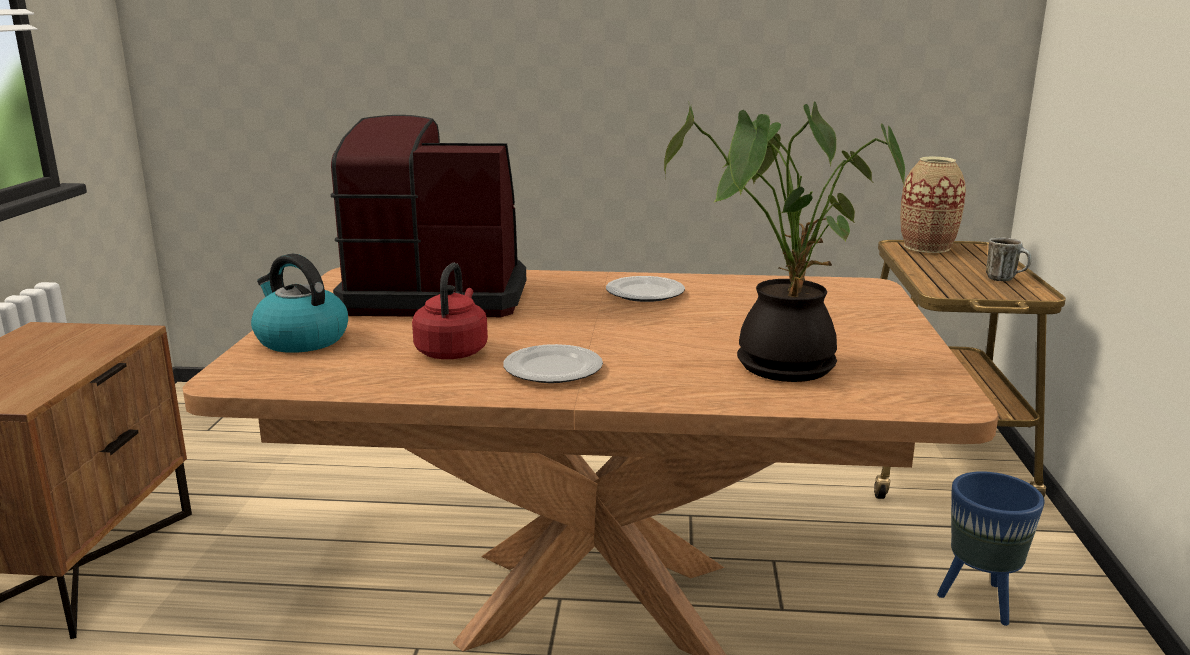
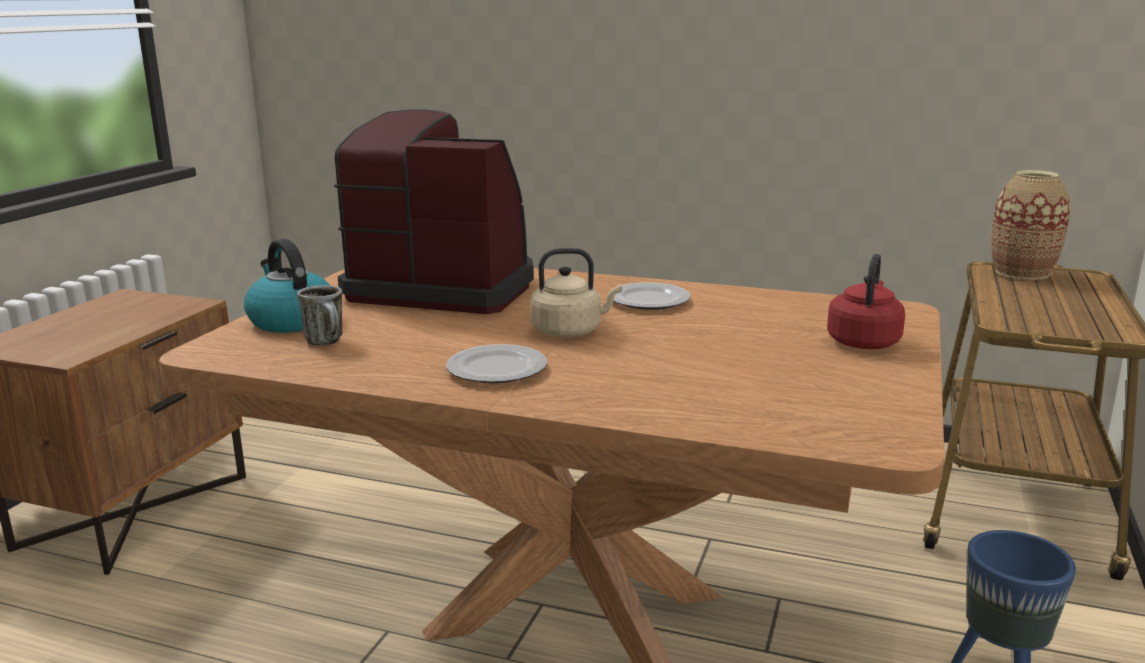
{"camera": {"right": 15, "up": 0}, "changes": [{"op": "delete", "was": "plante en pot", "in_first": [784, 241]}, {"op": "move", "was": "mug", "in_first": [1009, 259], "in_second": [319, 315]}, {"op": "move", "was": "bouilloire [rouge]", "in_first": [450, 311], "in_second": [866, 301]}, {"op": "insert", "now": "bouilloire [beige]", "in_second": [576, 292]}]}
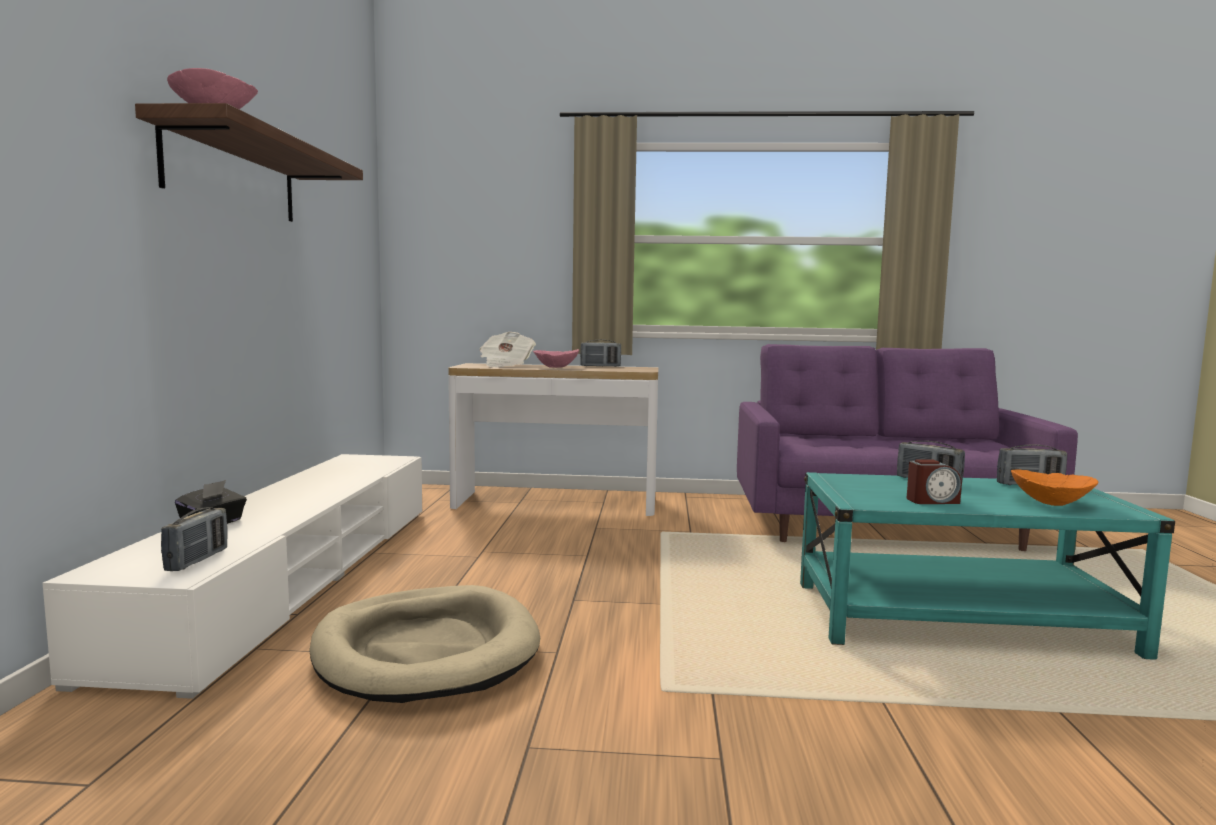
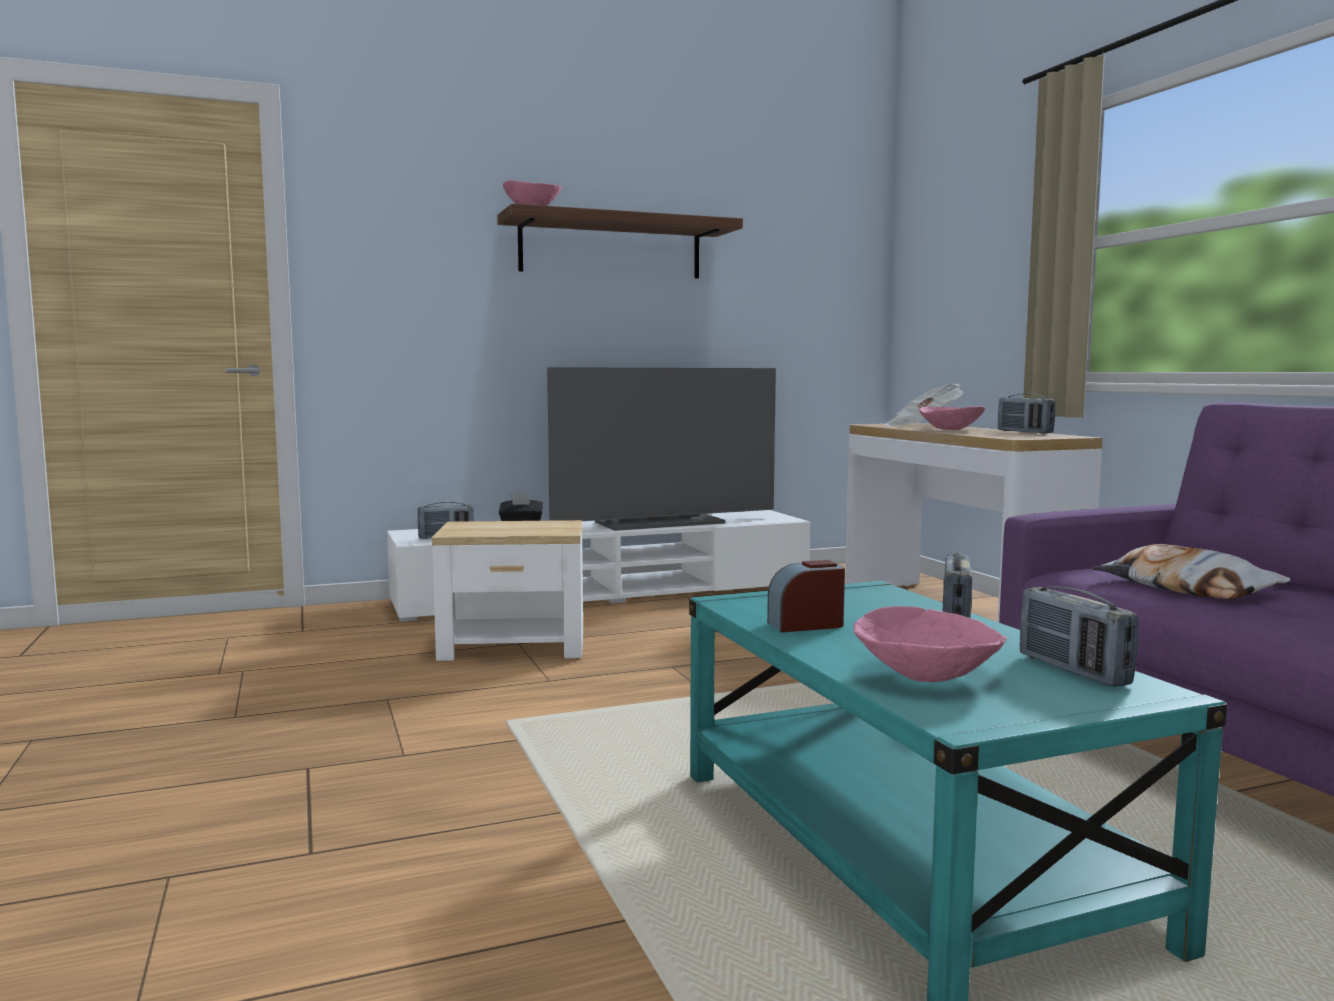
{"camera": {"right": 65, "up": 0}, "changes": [{"op": "rotate", "was": "réveil", "in_first": [934, 481], "in_second": [806, 596], "clockwise": 105}, {"op": "recolor", "was": "bol [orange]", "now": "bol [rose]", "in_first": [1054, 487], "in_second": [930, 644]}, {"op": "replace", "was": "panier pour chien [beige]", "now": "table d'appoint", "in_first": [424, 644], "in_second": [507, 590]}, {"op": "insert", "now": "téléviseur", "in_second": [661, 449]}, {"op": "insert", "now": "coussin", "in_second": [1191, 571]}]}
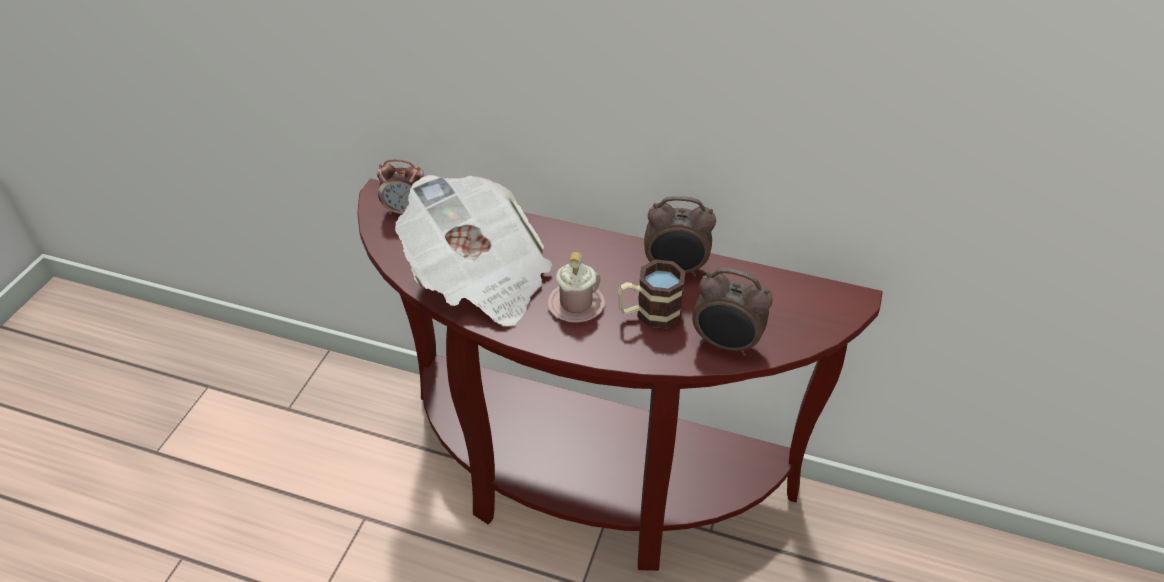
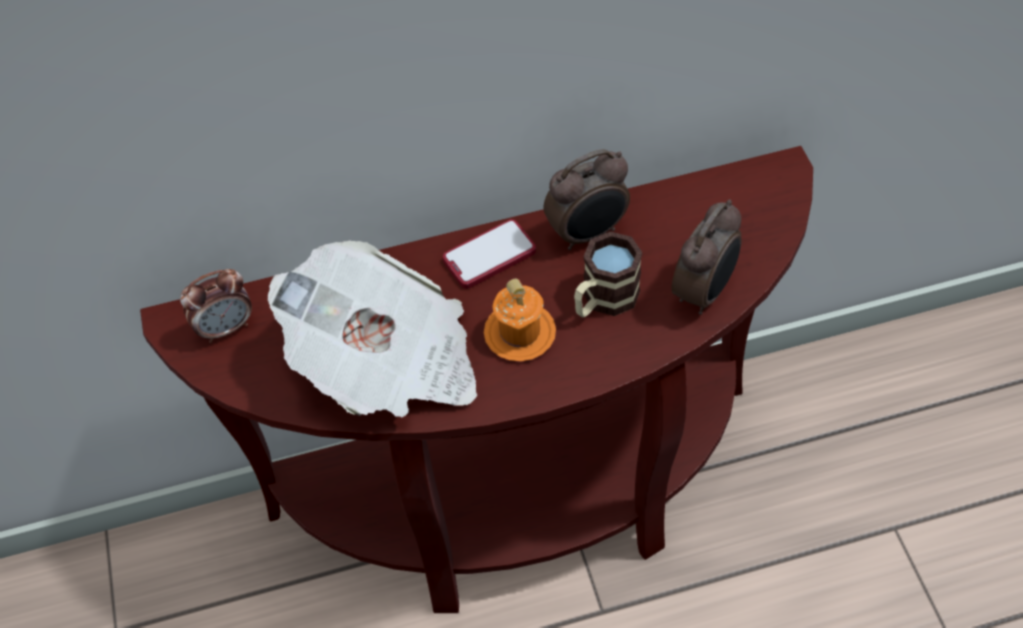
{"camera": {"right": -30, "up": 10}, "changes": [{"op": "recolor", "was": "mug [rose]", "now": "mug [orange]", "in_first": [576, 287], "in_second": [520, 320]}, {"op": "rotate", "was": "réveil", "in_first": [732, 312], "in_second": [707, 257], "clockwise": -45}, {"op": "insert", "now": "téléphone", "in_second": [489, 254]}]}
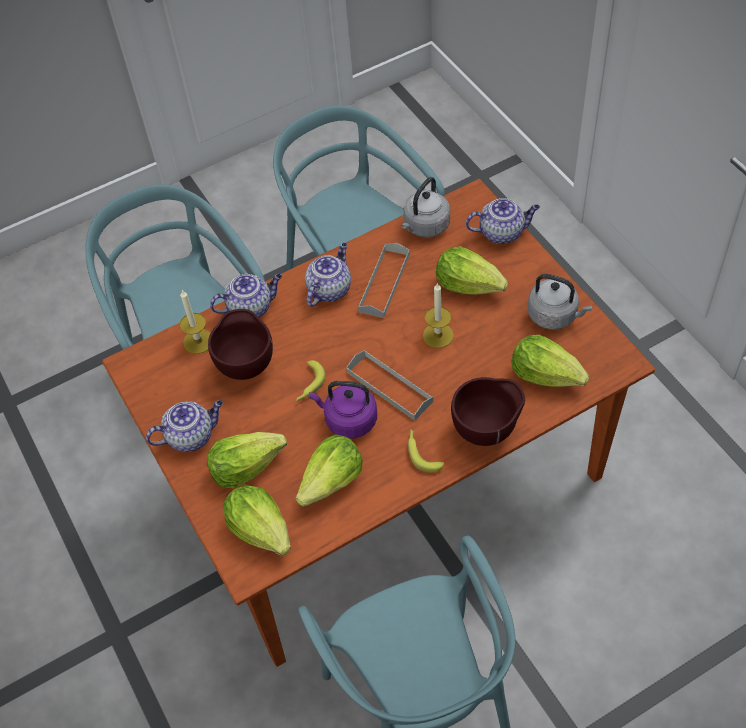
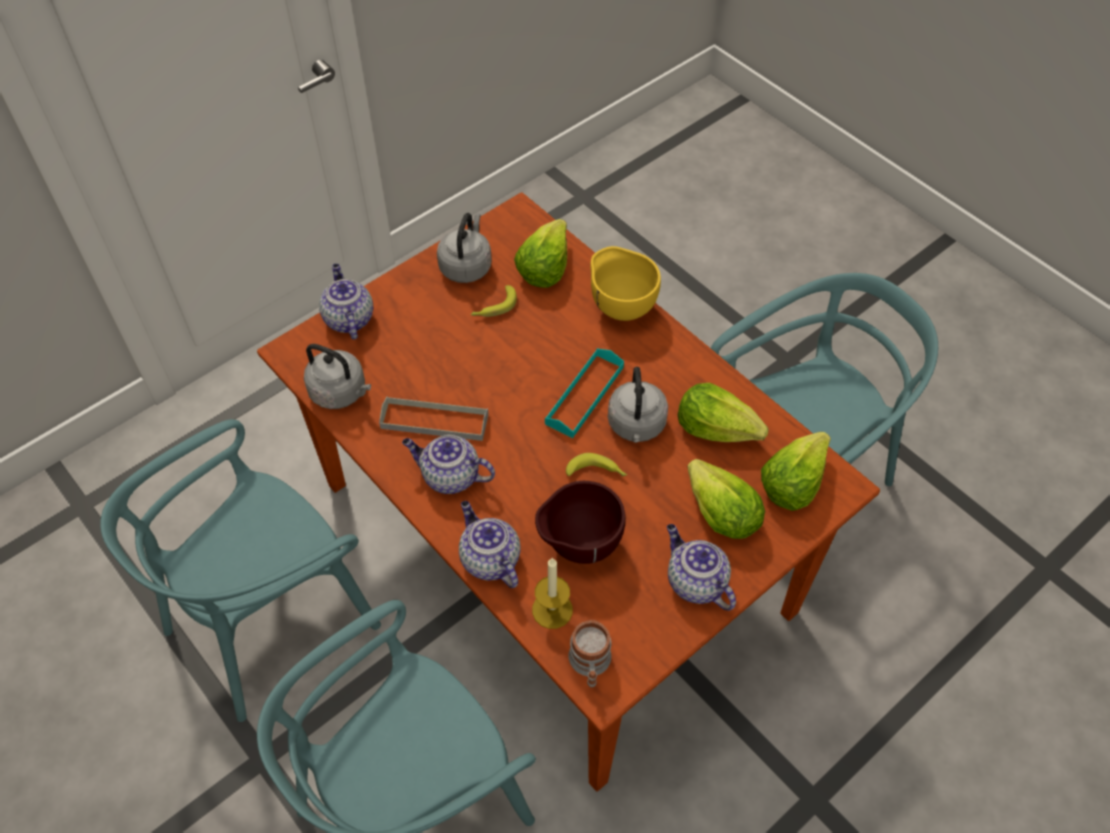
{"camera": {"right": -105, "up": 0}, "changes": [{"op": "delete", "was": "laitue", "in_first": [472, 270]}, {"op": "delete", "was": "bougie", "in_first": [438, 315]}, {"op": "recolor", "was": "plateau [gris]", "now": "plateau [turquoise]", "in_first": [389, 385], "in_second": [584, 393]}, {"op": "recolor", "was": "bol [marron]", "now": "bol [jaune]", "in_first": [488, 411], "in_second": [625, 283]}, {"op": "recolor", "was": "bouilloire [violet]", "now": "bouilloire [gris]", "in_first": [343, 409], "in_second": [638, 405]}, {"op": "move", "was": "banane", "in_first": [426, 451], "in_second": [494, 301]}, {"op": "insert", "now": "mug", "in_second": [589, 653]}]}
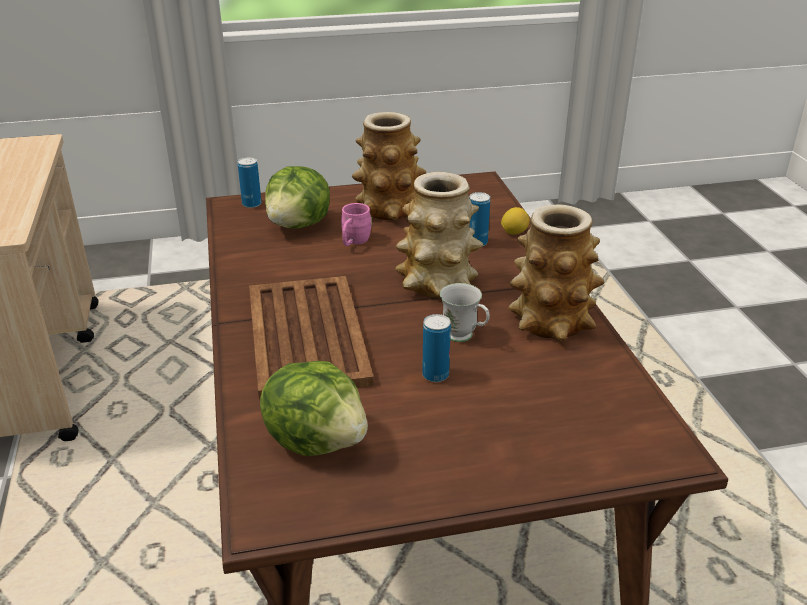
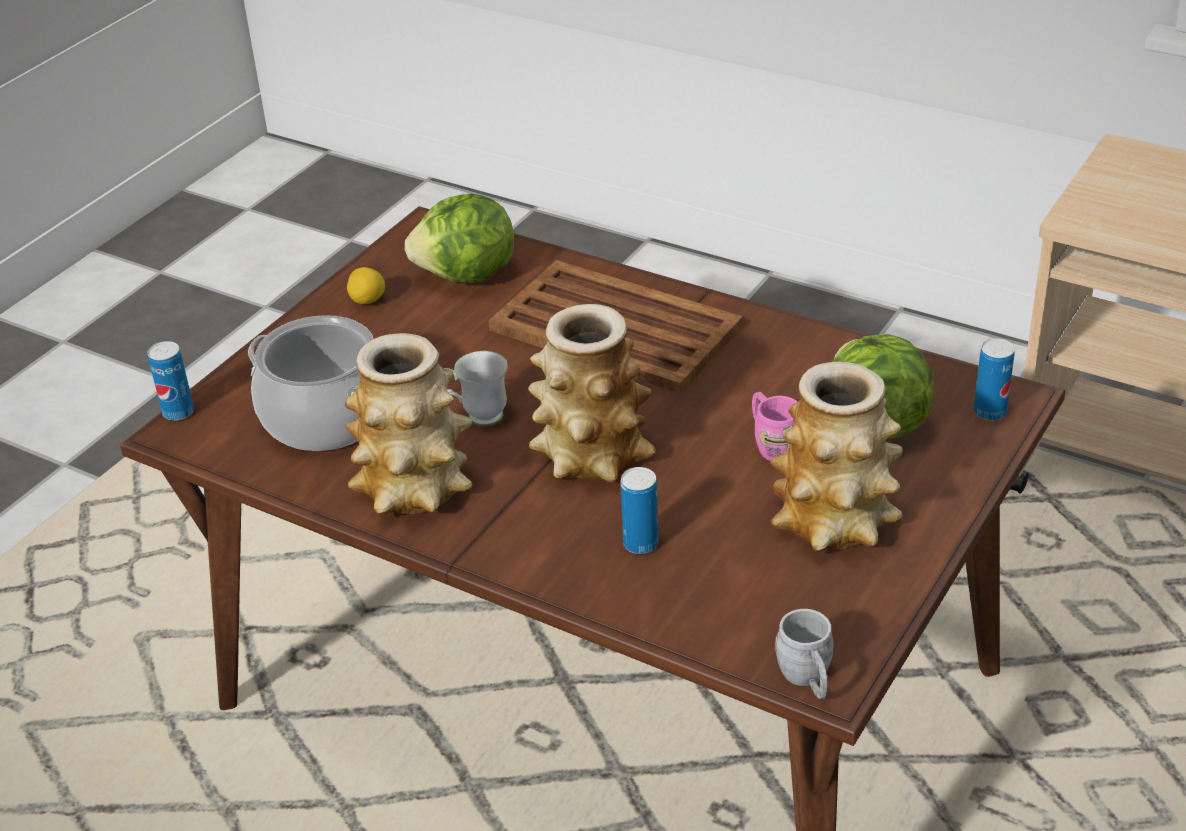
{"camera": {"right": 135, "up": 5}, "changes": [{"op": "move", "was": "citron", "in_first": [515, 221], "in_second": [366, 285]}, {"op": "move", "was": "boîte métallique", "in_first": [436, 348], "in_second": [171, 381]}, {"op": "insert", "now": "marmite", "in_second": [310, 383]}, {"op": "insert", "now": "mug [gris]", "in_second": [804, 654]}]}
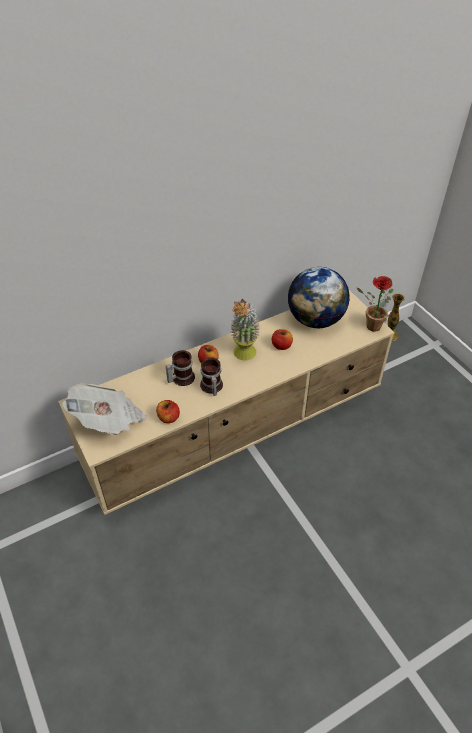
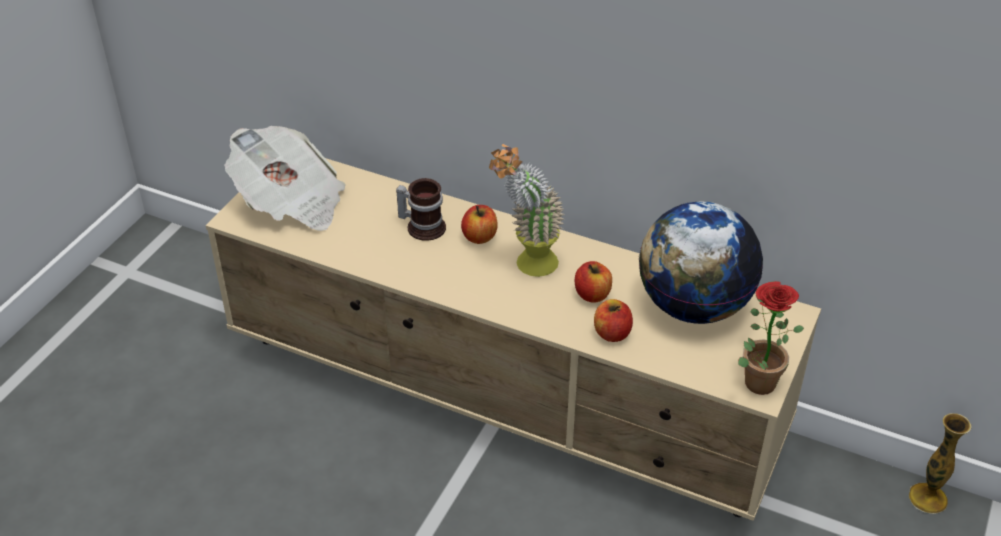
{"camera": {"right": 55, "up": -5}, "changes": [{"op": "delete", "was": "mug", "in_first": [211, 376]}, {"op": "move", "was": "pomme", "in_first": [168, 411], "in_second": [613, 320]}]}
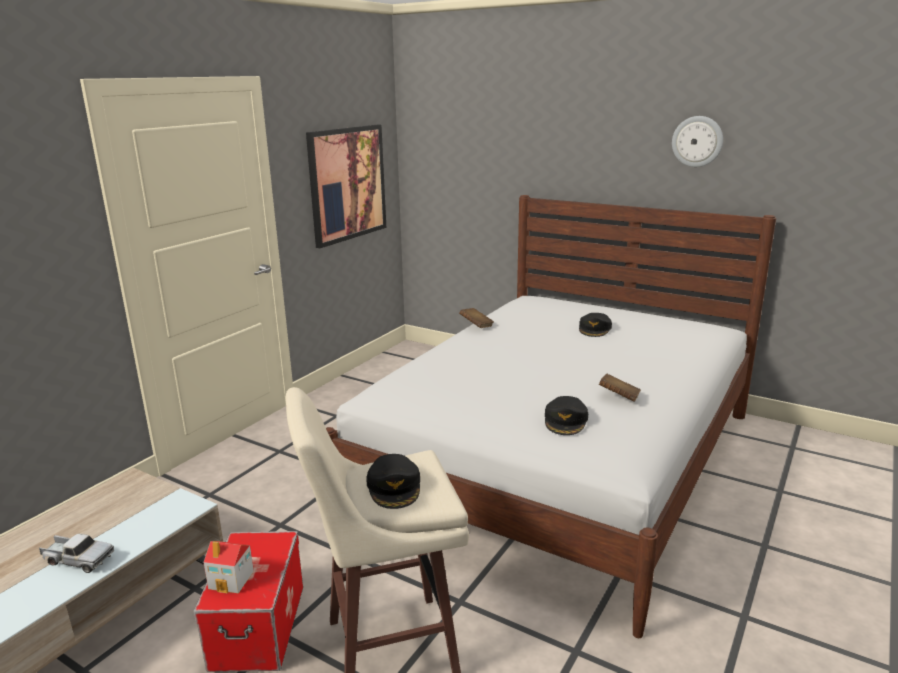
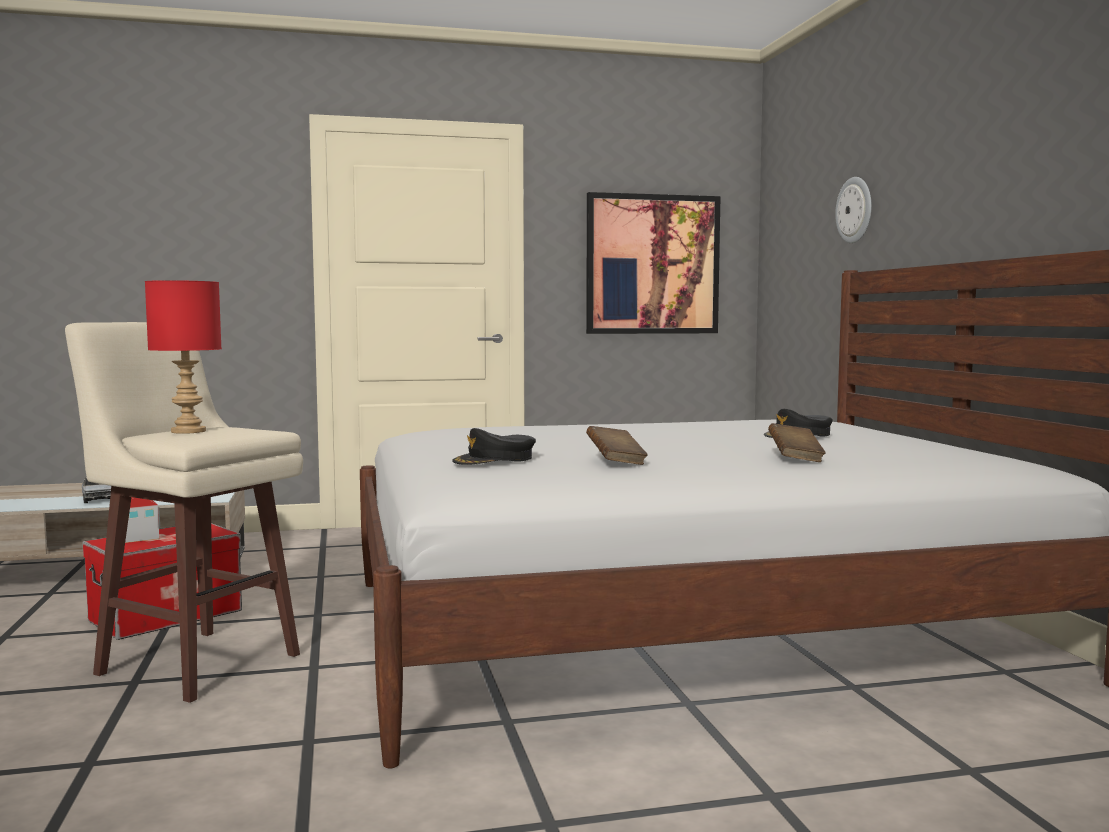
{"camera": {"right": 45, "up": -15}, "changes": [{"op": "move", "was": "horloge murale", "in_first": [697, 141], "in_second": [853, 210]}, {"op": "move", "was": "livre [marron]", "in_first": [476, 318], "in_second": [796, 442]}, {"op": "replace", "was": "casquette [noir]", "now": "lampe de table [rouge]", "in_first": [393, 481], "in_second": [183, 357]}]}
